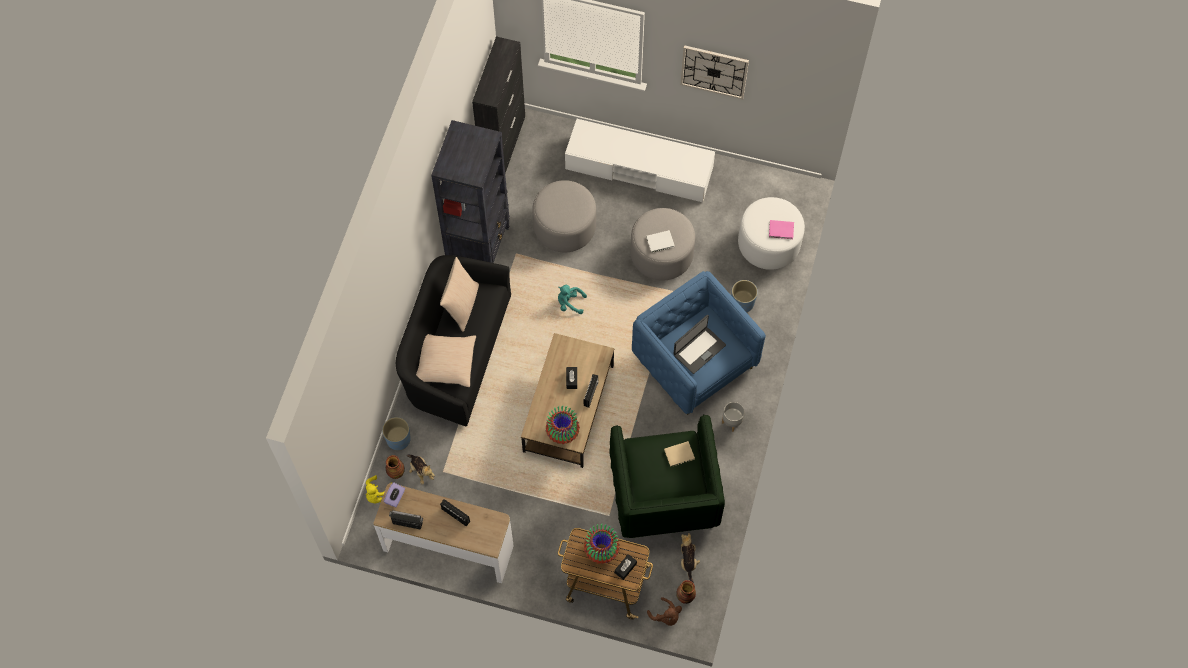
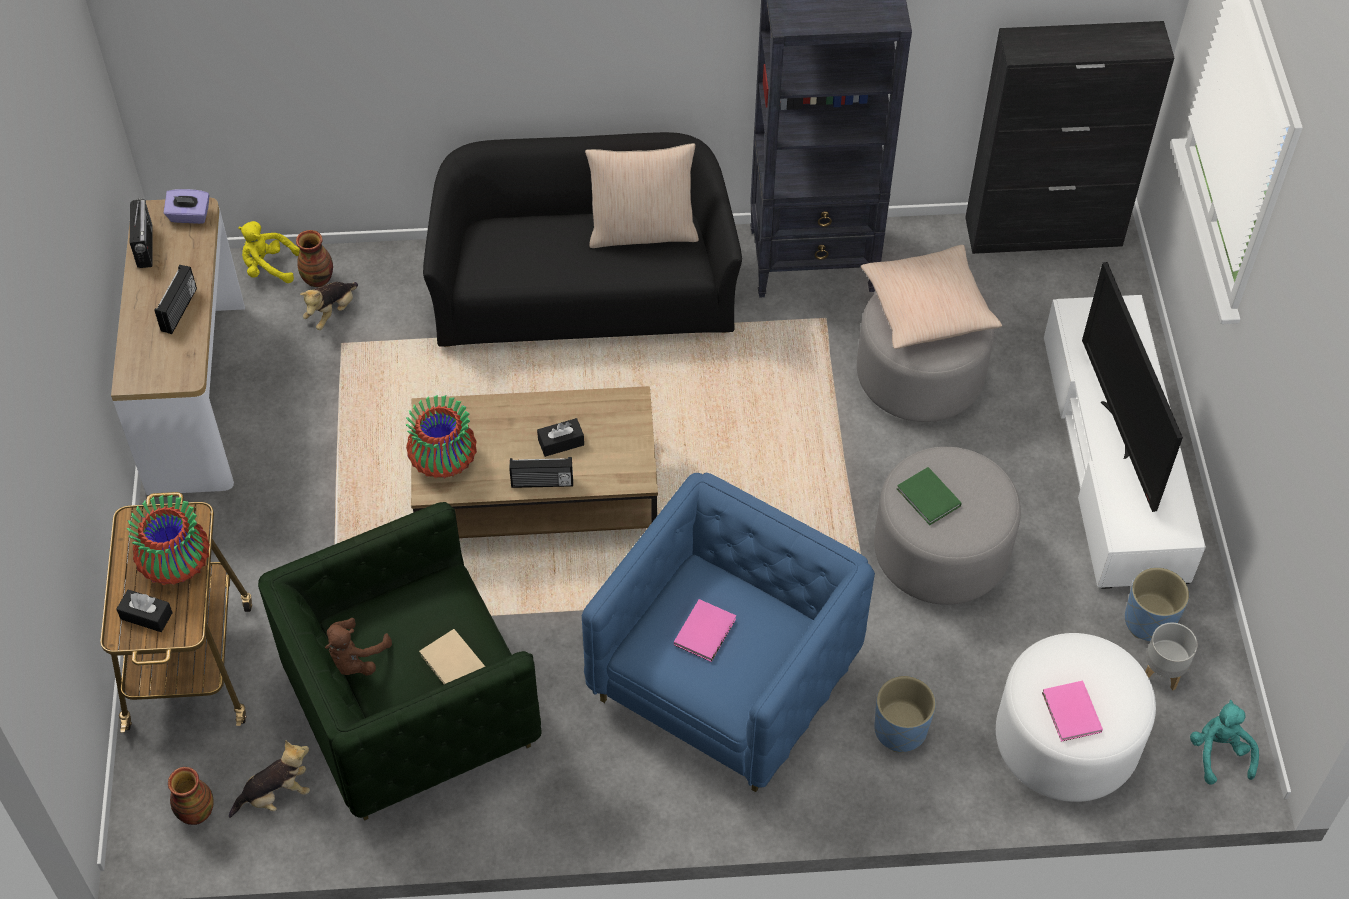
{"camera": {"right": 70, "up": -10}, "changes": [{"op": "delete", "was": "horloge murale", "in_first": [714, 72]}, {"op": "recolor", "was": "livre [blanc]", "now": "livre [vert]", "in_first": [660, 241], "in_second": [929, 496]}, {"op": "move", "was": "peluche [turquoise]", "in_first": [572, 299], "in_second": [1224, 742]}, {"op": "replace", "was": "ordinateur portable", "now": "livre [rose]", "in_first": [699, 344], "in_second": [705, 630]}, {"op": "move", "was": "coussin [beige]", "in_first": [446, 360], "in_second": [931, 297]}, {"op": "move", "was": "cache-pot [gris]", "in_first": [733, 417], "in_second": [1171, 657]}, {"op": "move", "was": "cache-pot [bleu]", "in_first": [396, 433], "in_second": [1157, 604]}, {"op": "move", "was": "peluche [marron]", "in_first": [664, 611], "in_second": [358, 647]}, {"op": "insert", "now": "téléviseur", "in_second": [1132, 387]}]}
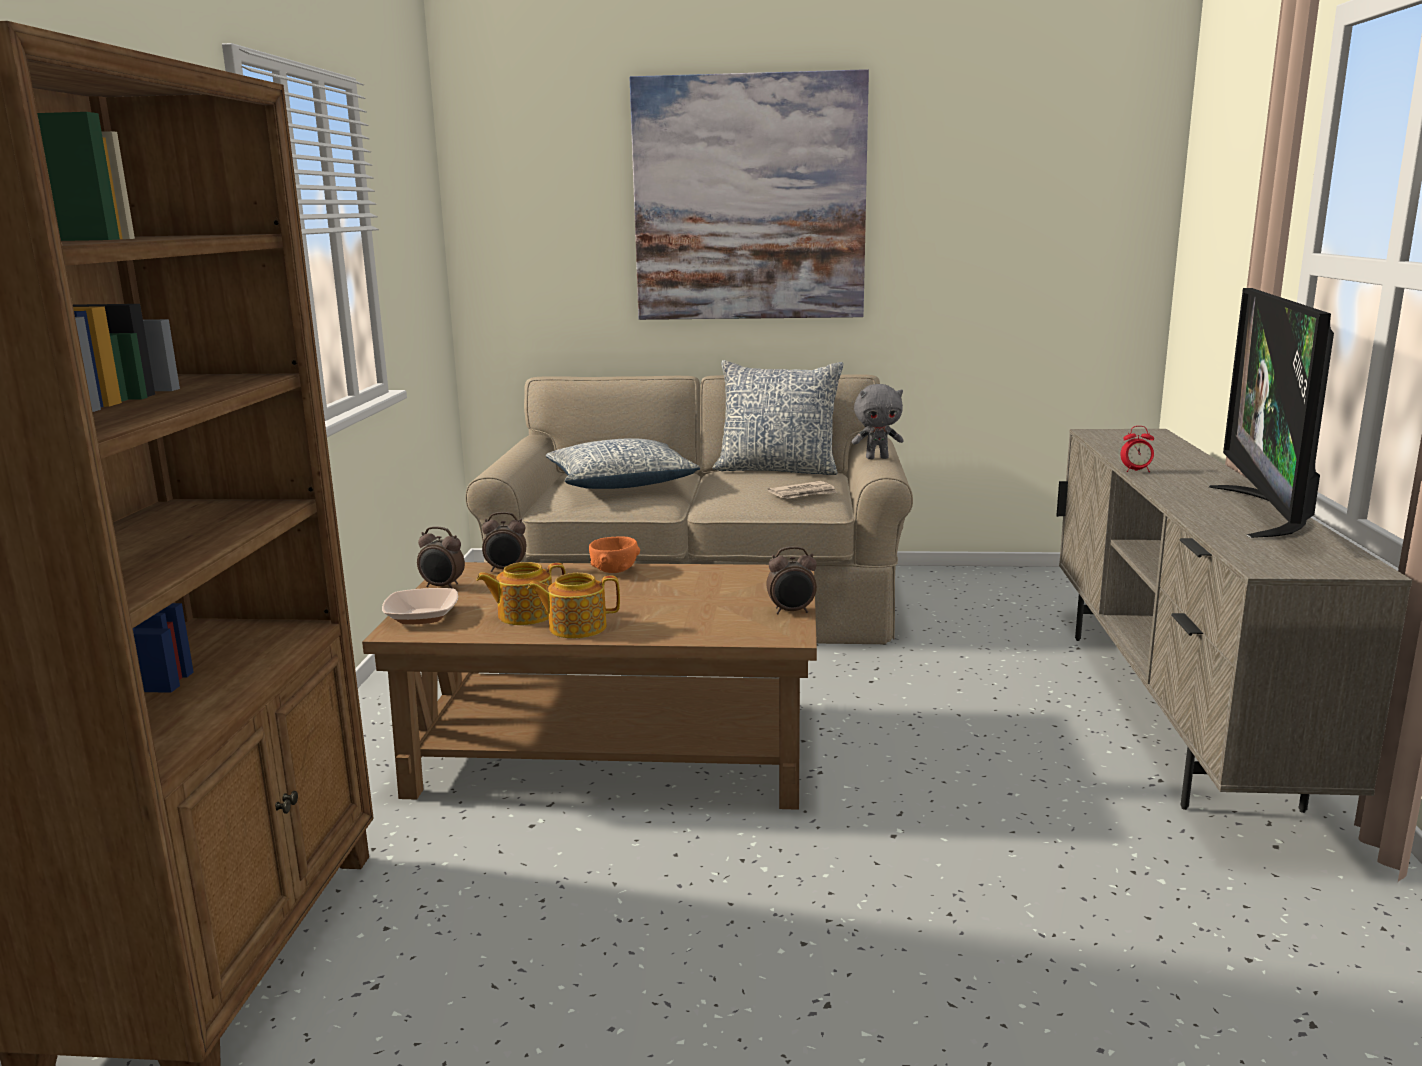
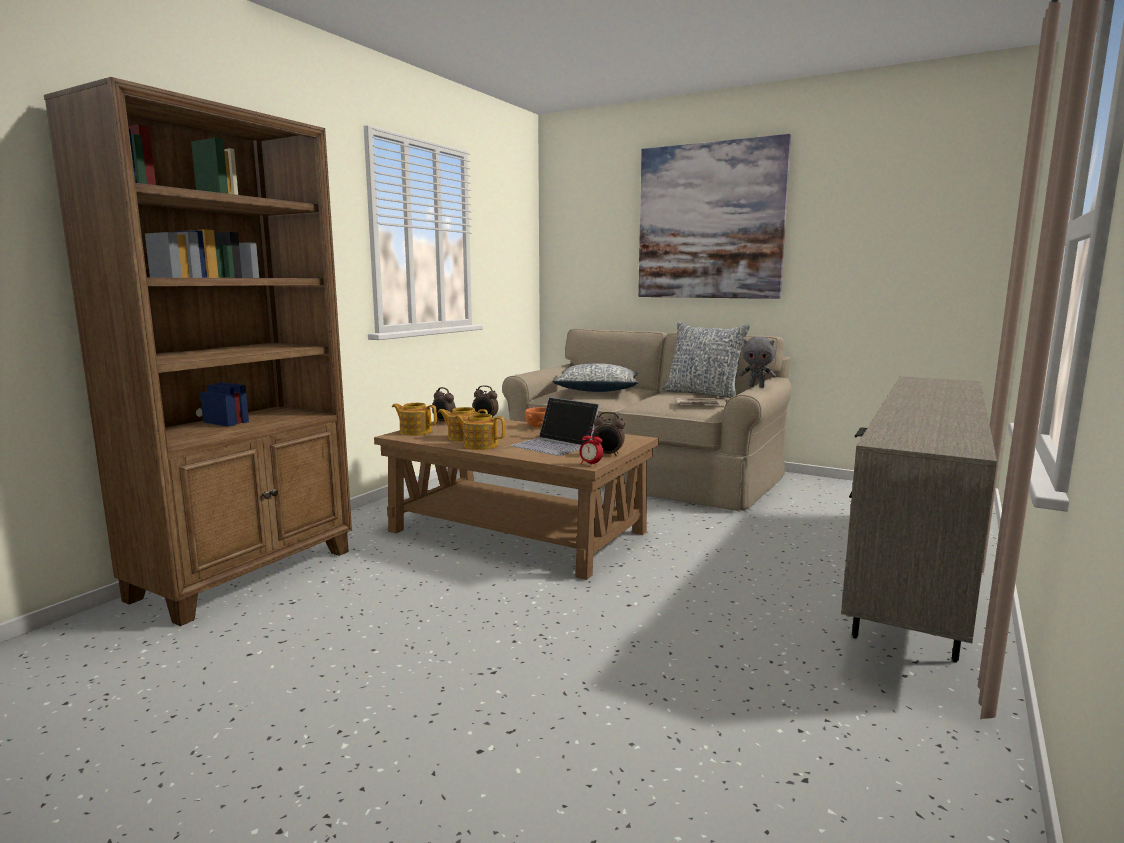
{"camera": {"right": 25, "up": -5}, "changes": [{"op": "delete", "was": "téléviseur", "in_first": [1271, 413]}, {"op": "move", "was": "réveil", "in_first": [1137, 449], "in_second": [591, 448]}, {"op": "replace", "was": "bol", "now": "théière", "in_first": [420, 606], "in_second": [414, 419]}, {"op": "insert", "now": "ordinateur portable", "in_second": [555, 426]}]}
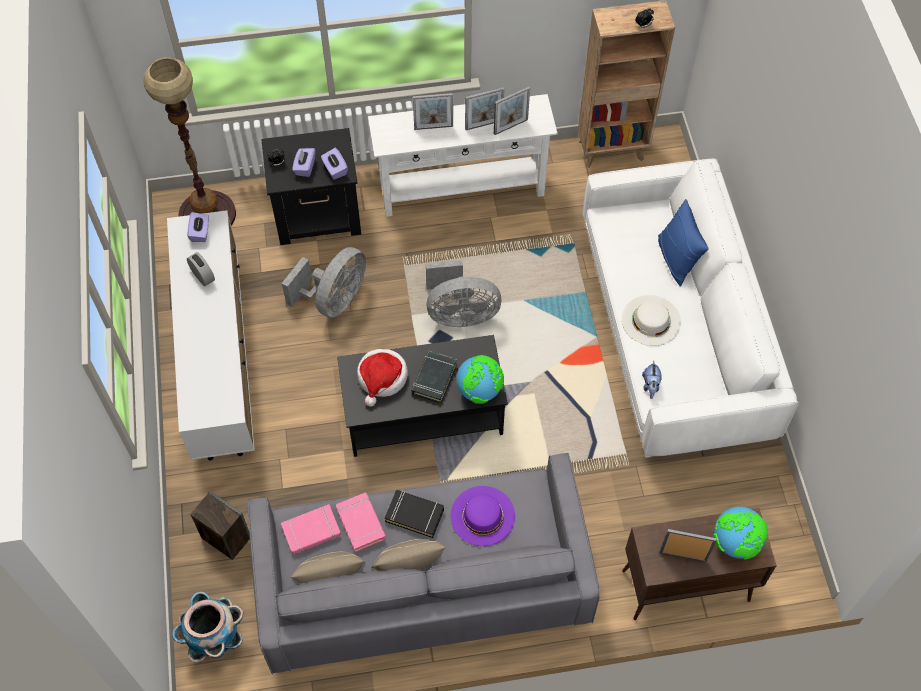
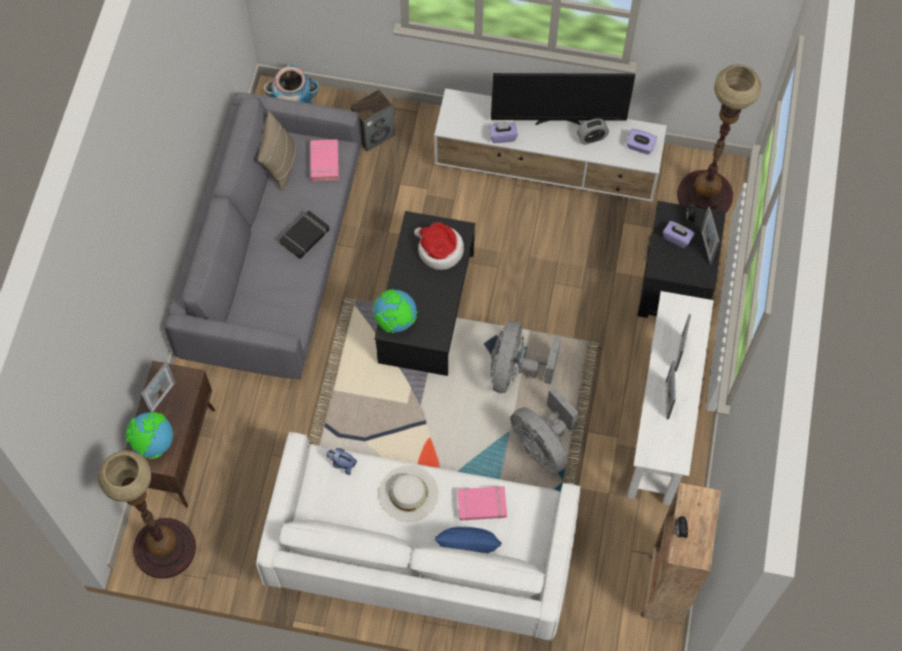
{"camera": {"right": 110, "up": 5}, "changes": [{"op": "move", "was": "cadre photo", "in_first": [512, 111], "in_second": [710, 235]}, {"op": "move", "was": "boîte à mouchoirs [violet]", "in_first": [334, 164], "in_second": [503, 133]}, {"op": "move", "was": "ventilateur [gris]", "in_first": [324, 282], "in_second": [545, 430]}, {"op": "delete", "was": "livre [noir]", "in_first": [434, 377]}, {"op": "delete", "was": "chapeau [violet]", "in_first": [483, 516]}, {"op": "move", "was": "livre [rose]", "in_first": [361, 522], "in_second": [482, 503]}, {"op": "delete", "was": "coussin [beige]", "in_first": [408, 554]}, {"op": "insert", "now": "téléviseur", "in_second": [563, 99]}, {"op": "insert", "now": "lampadaire", "in_second": [147, 515]}]}
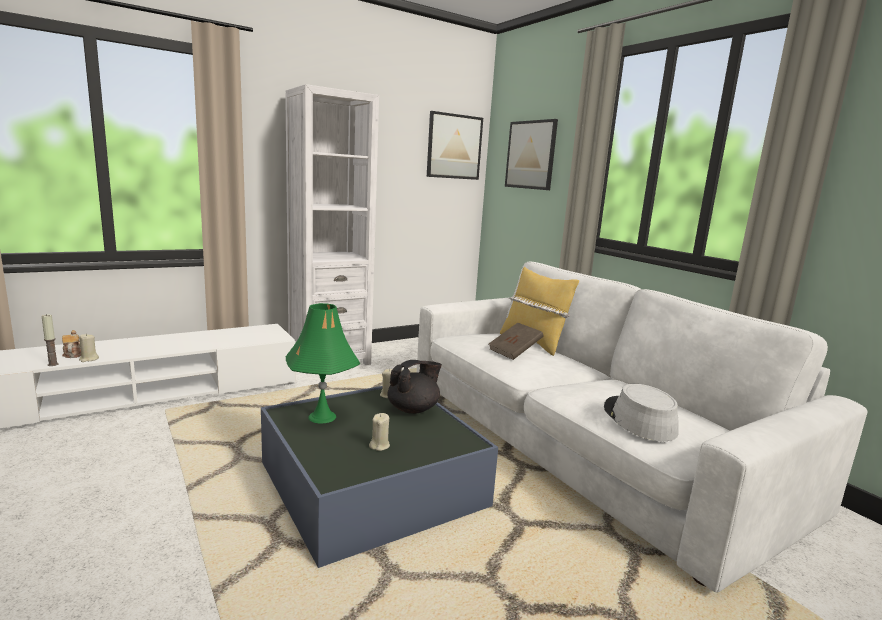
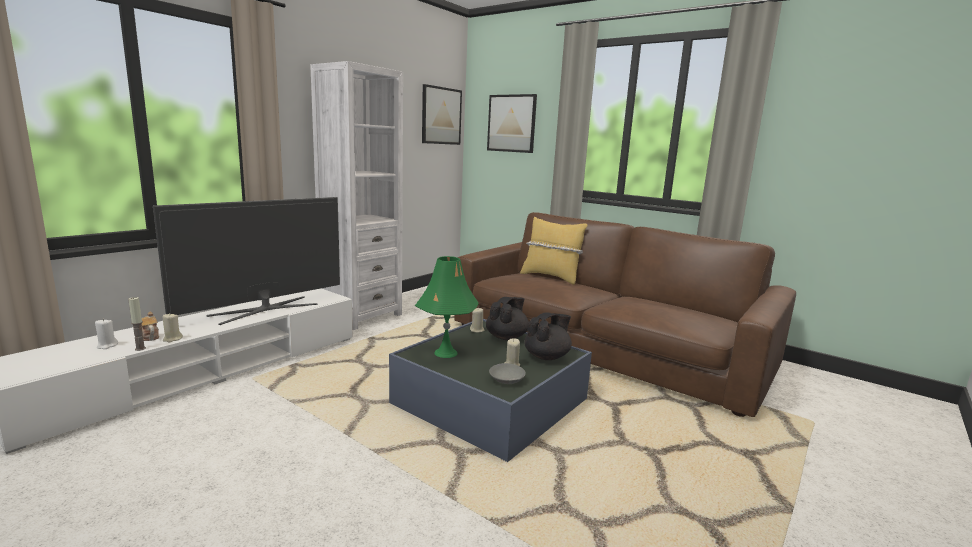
{"camera": {"right": -20, "up": 0}, "changes": [{"op": "recolor", "was": "canapé [blanc]", "now": "canapé [marron]", "in_first": [642, 426], "in_second": [625, 314]}, {"op": "delete", "was": "livre [marron]", "in_first": [516, 341]}, {"op": "delete", "was": "chapeau [gris]", "in_first": [641, 412]}, {"op": "insert", "now": "téléviseur", "in_second": [246, 261]}, {"op": "insert", "now": "théière [noir]", "in_second": [548, 336]}, {"op": "insert", "now": "bougie [blanc]", "in_second": [106, 334]}, {"op": "insert", "now": "bol [gris]", "in_second": [507, 373]}]}
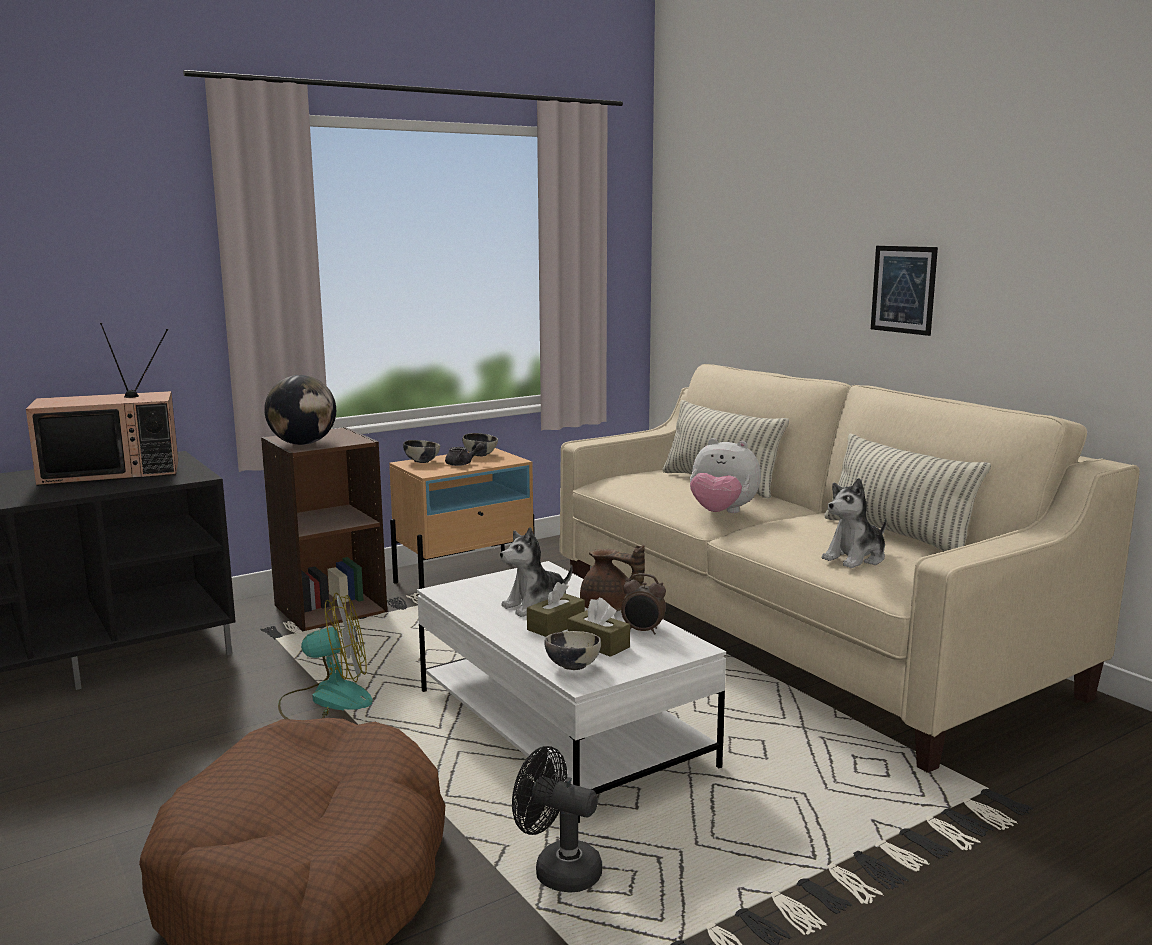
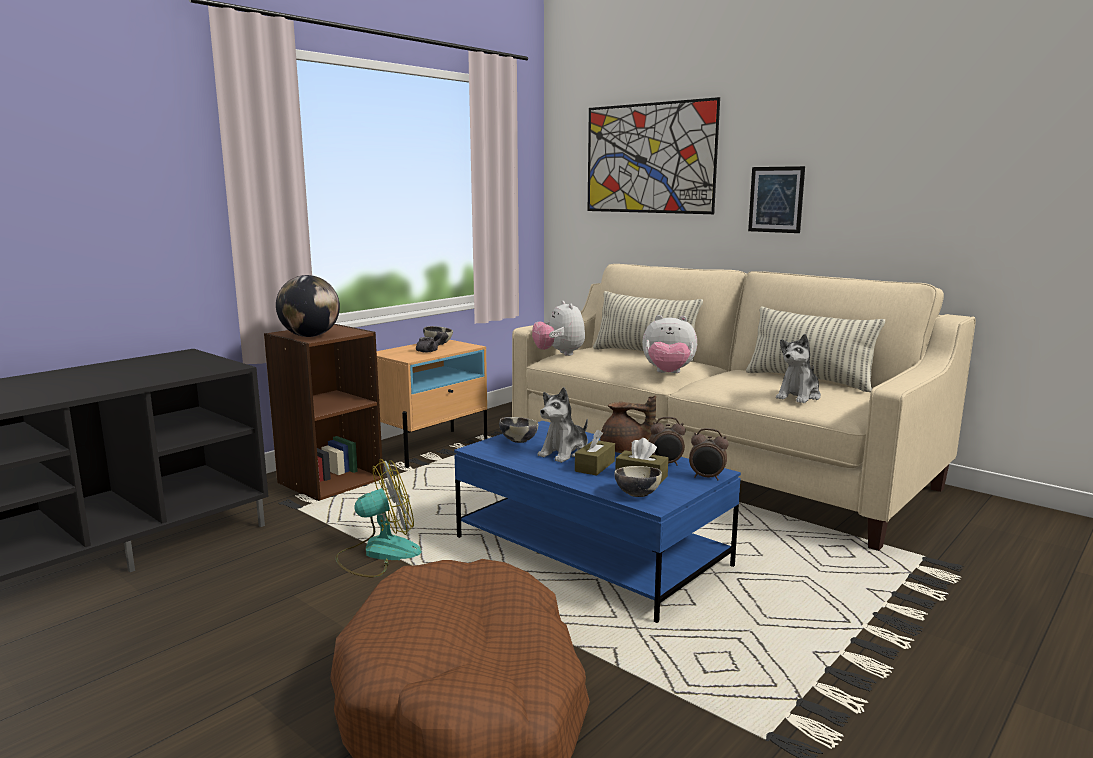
{"camera": {"right": -15, "up": 0}, "changes": [{"op": "delete", "was": "téléviseur", "in_first": [102, 404]}, {"op": "move", "was": "bol", "in_first": [421, 451], "in_second": [518, 430]}, {"op": "recolor", "was": "table basse [blanc]", "now": "table basse [bleu]", "in_first": [571, 692], "in_second": [597, 522]}, {"op": "delete", "was": "ventilateur [noir]", "in_first": [557, 819]}, {"op": "insert", "now": "tableau", "in_second": [654, 155]}, {"op": "insert", "now": "peluche", "in_second": [558, 328]}, {"op": "insert", "now": "réveil", "in_second": [709, 454]}]}
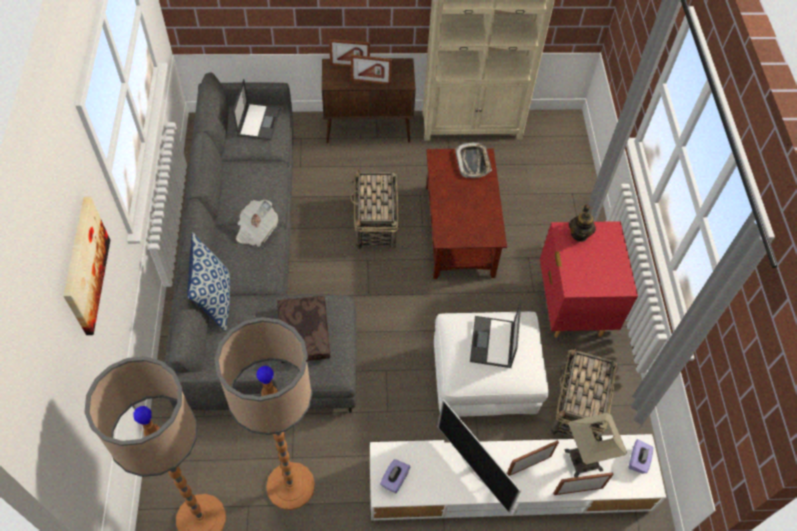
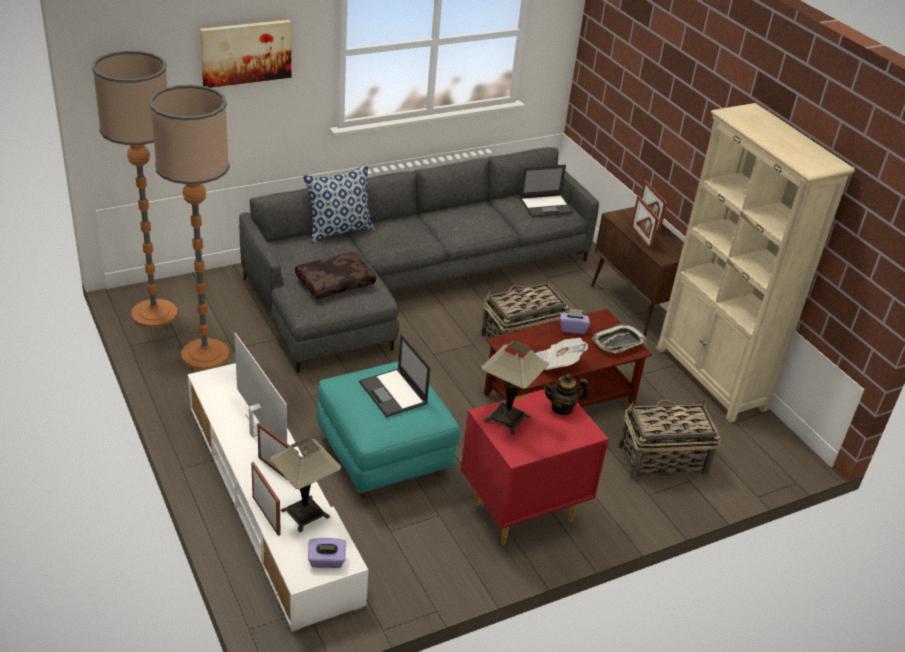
{"camera": {"right": 65, "up": -20}, "changes": [{"op": "move", "was": "journal", "in_first": [257, 223], "in_second": [561, 354]}, {"op": "rotate", "was": "ordinateur portable", "in_first": [495, 334], "in_second": [395, 375], "clockwise": -105}, {"op": "recolor", "was": "pouf [blanc]", "now": "pouf [turquoise]", "in_first": [491, 364], "in_second": [388, 429]}, {"op": "move", "was": "panier", "in_first": [583, 393], "in_second": [670, 440]}, {"op": "rotate", "was": "téléviseur", "in_first": [479, 456], "in_second": [260, 388], "clockwise": 120}, {"op": "move", "was": "boîte à mouchoirs [violet]", "in_first": [395, 476], "in_second": [575, 321]}, {"op": "insert", "now": "lampe de table", "in_second": [515, 388]}]}
